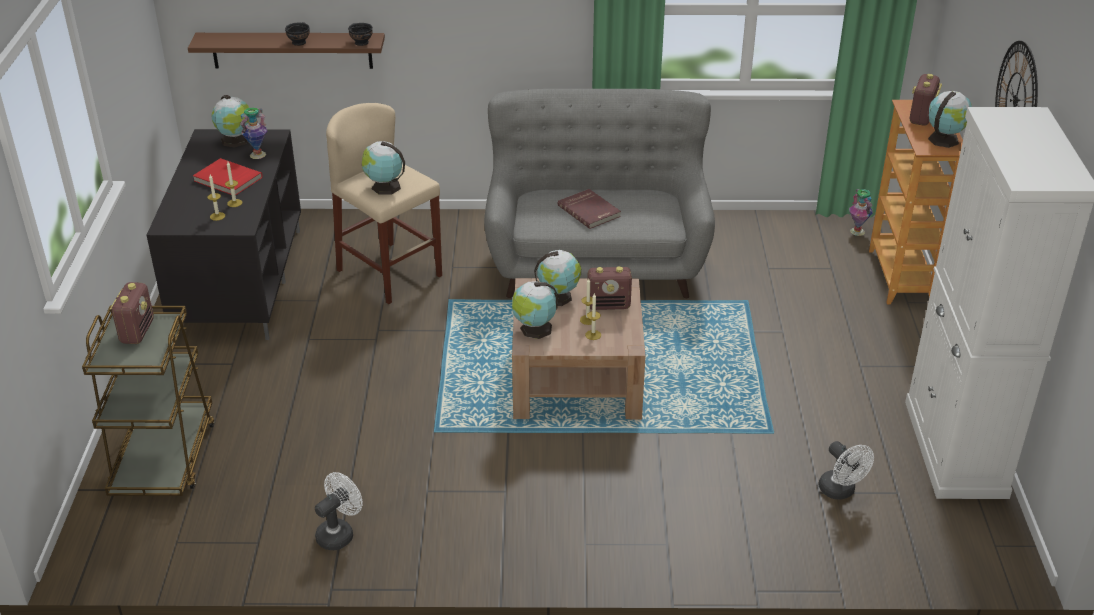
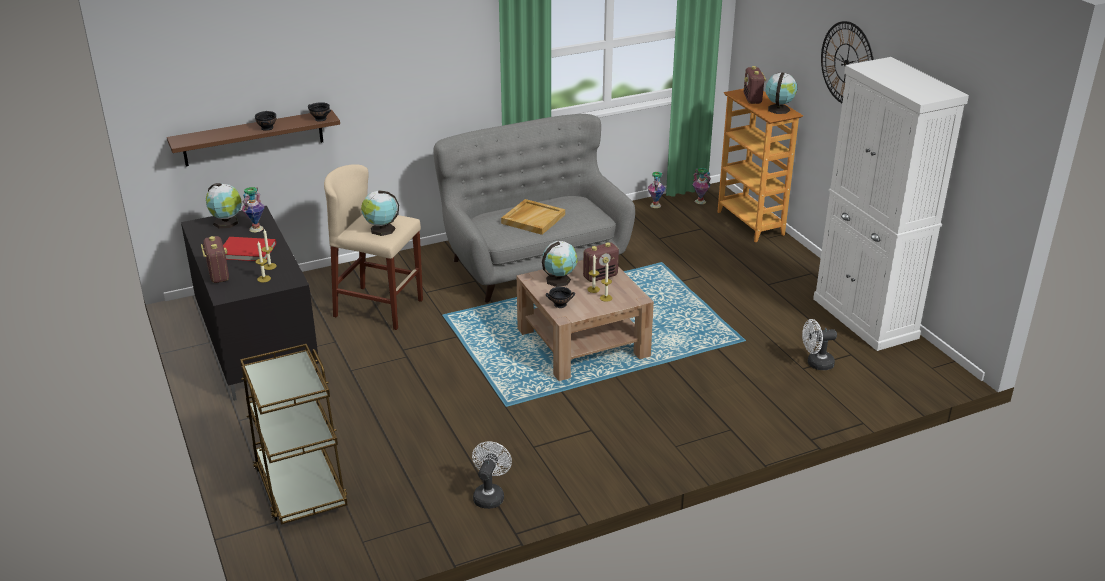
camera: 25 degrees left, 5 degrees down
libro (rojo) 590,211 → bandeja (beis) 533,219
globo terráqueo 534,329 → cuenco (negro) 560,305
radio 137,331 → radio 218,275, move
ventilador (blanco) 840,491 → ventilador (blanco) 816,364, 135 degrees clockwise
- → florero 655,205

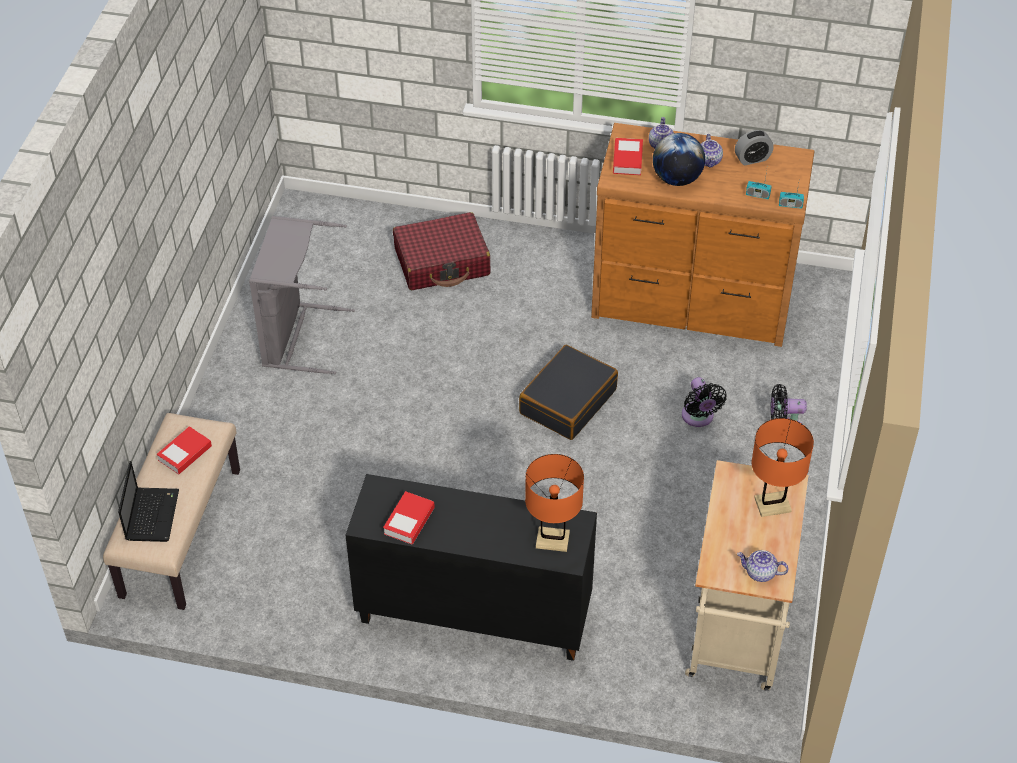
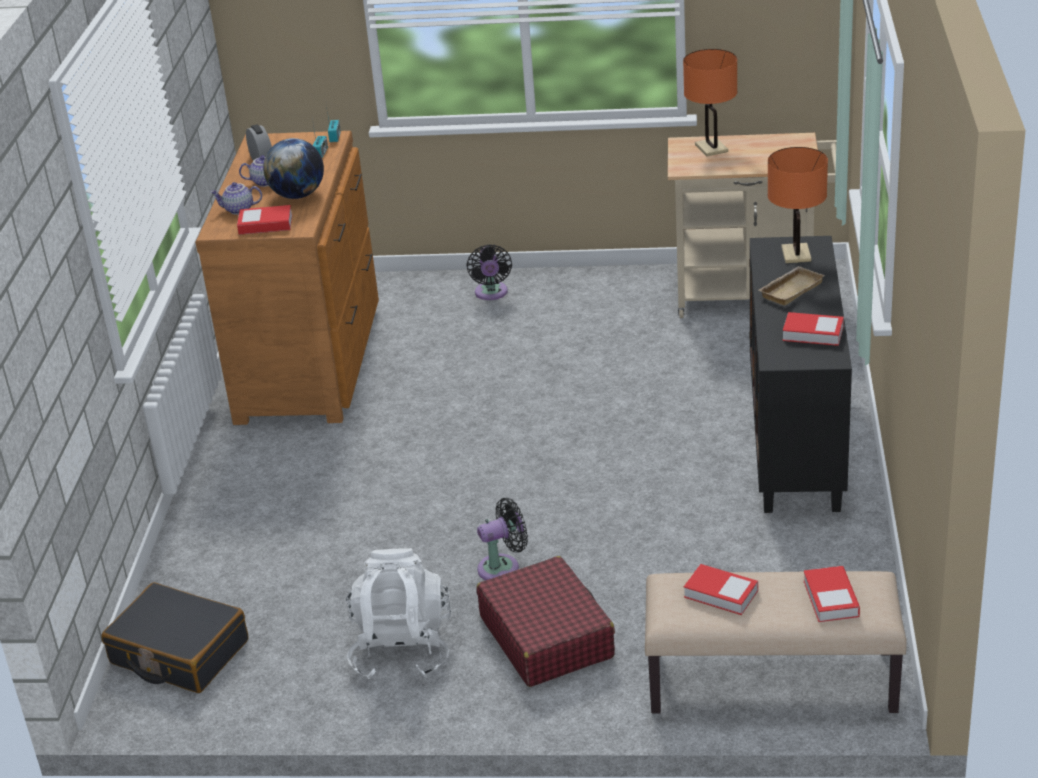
camera: 95 degrees left, 15 degrees down
maleta (rojo) 442,262 → maleta (rojo) 546,636, move
cesto de la ropa (gris) 297,337 → mochila (blanco) 402,649
maleta (negro) 567,401 → maleta (negro) 179,653, move
ventilador (negro) 698,417 → ventilador (negro) 503,567, move
portátil 152,514 → libro 831,599
tetera 760,573 → -
- → bandeja (beis) 790,289

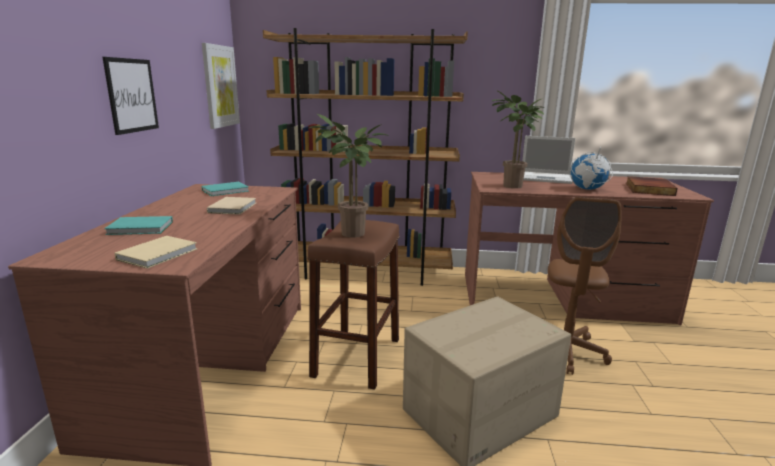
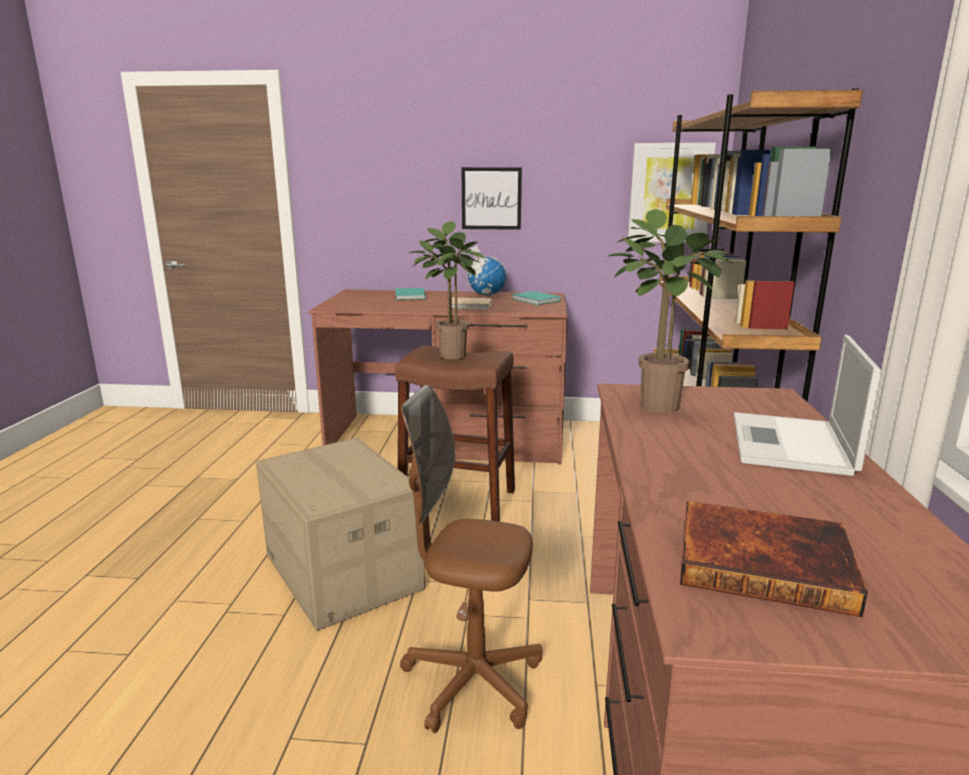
camera: 90 degrees right, 0 degrees up
globo terráqueo 587,189 → globo terráqueo 486,295, move
libro (beis) 160,254 → -

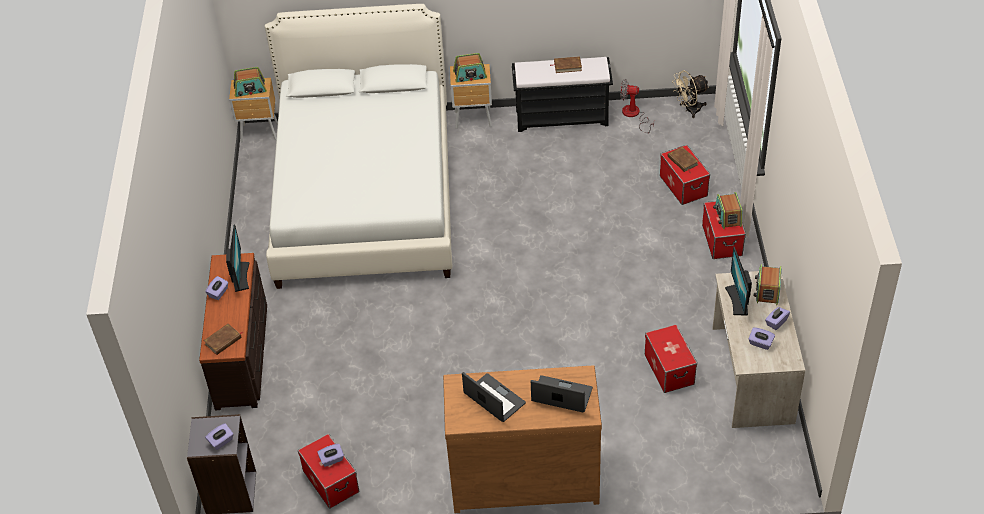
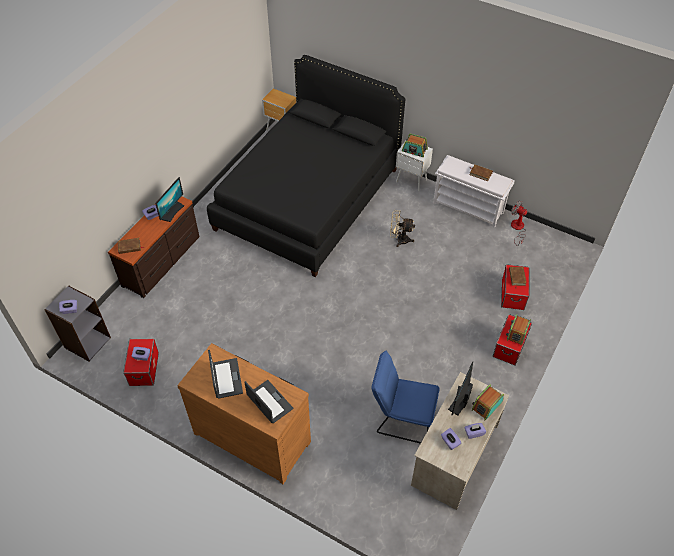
camera: 30 degrees right, 5 degrees up
cama (blanco) 365,196 → cama (negro) 308,198
banco (negro) 562,117 → banco (blanco) 469,207
mesita de noche (marrón) 474,119 → mesita de noche (blanco) 412,182
radio 250,89 → -
ventilador (beis) 689,110 → ventilador (beis) 399,240, move
caja de almacenaje 668,369 → silla (azul) 401,417

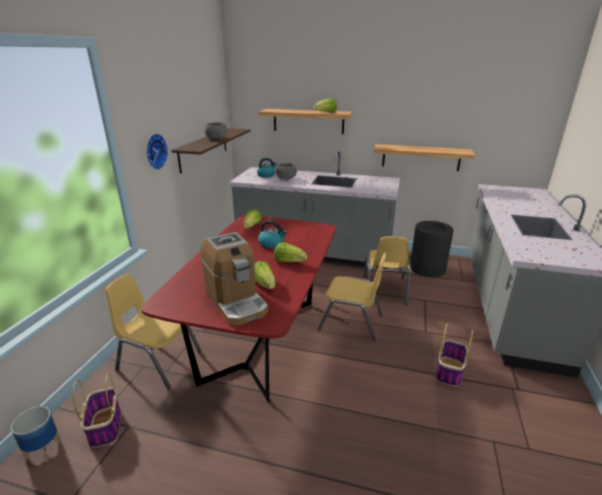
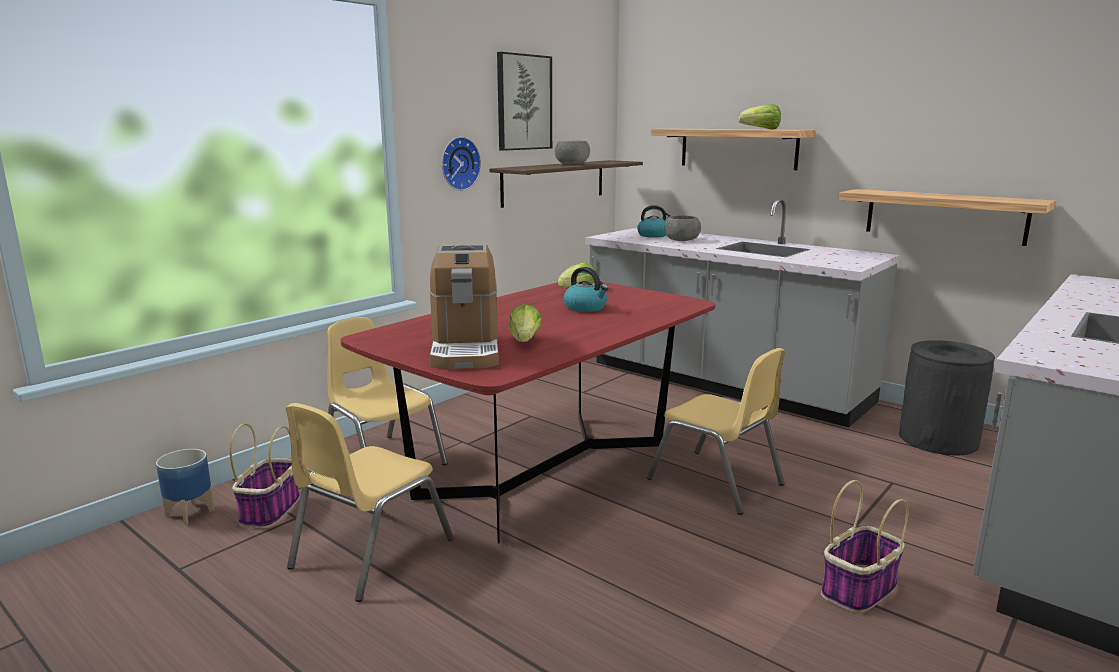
camera: 25 degrees right, 10 degrees down
silla (amarillo) 384,290 → silla (amarillo) 370,553, move
lechuga 288,261 → -
- → cuadro 523,102

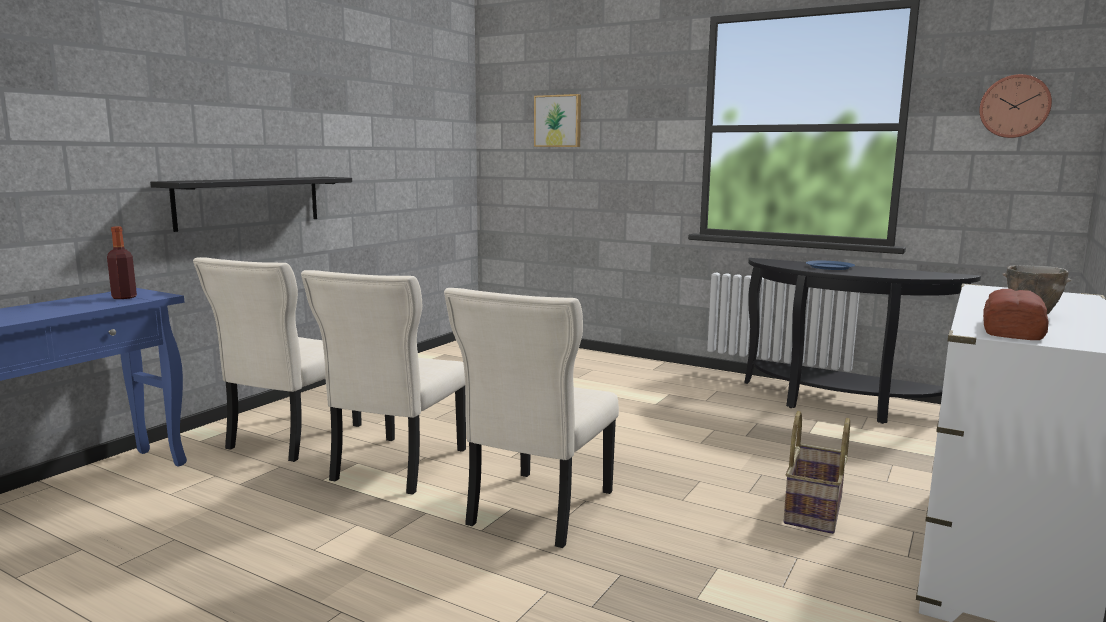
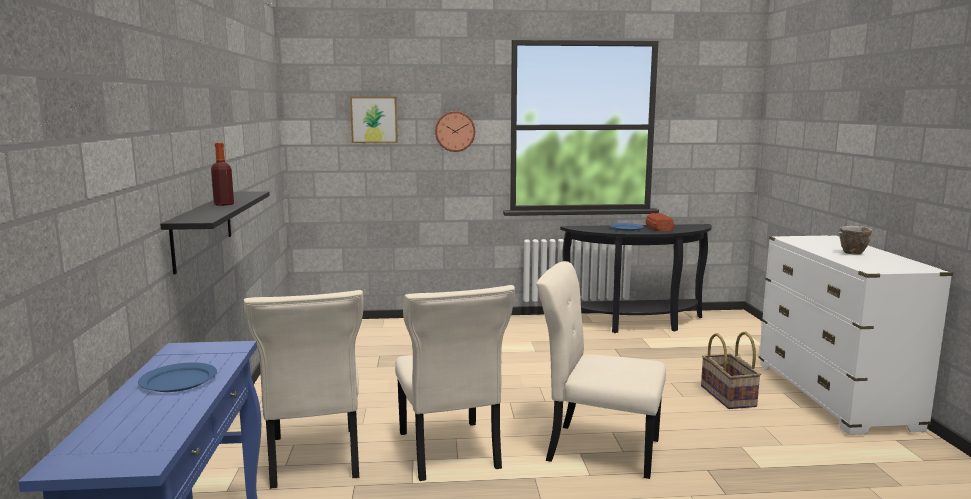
camera: 35 degrees left, 0 degrees up
reloj de pared 1014,106 → reloj de pared 455,131, move
botella 124,297 → botella 224,204, move
silla (beis) 537,510 → silla (beis) 598,449, 120 degrees clockwise
pan 1013,329 → pan 659,228, move
- → plato (azul) 178,380

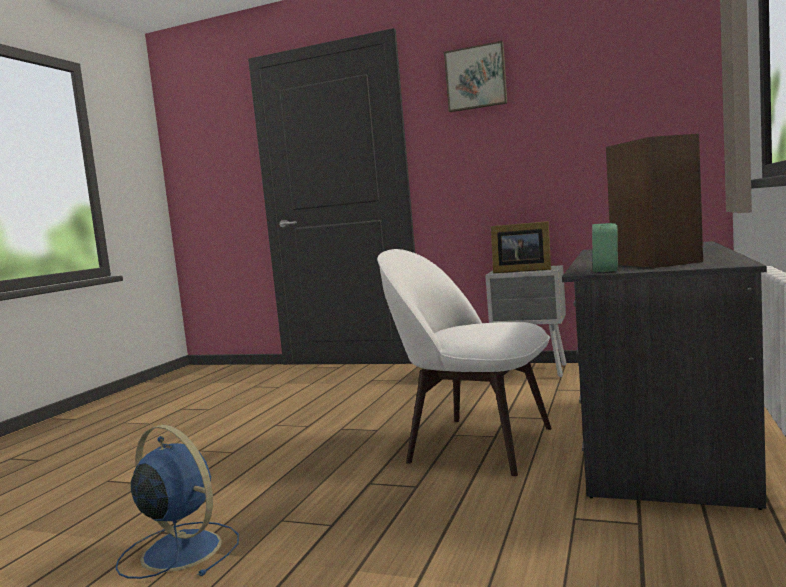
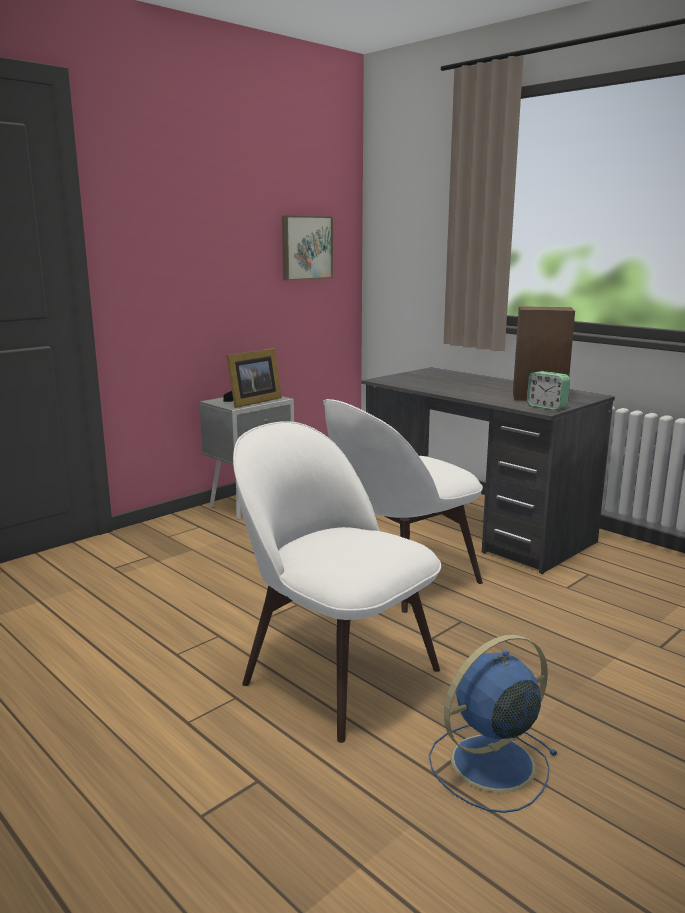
camera: 65 degrees left, 10 degrees up
cuadro 476,78 → cuadro 305,247, move
- → silla (blanco) 336,673

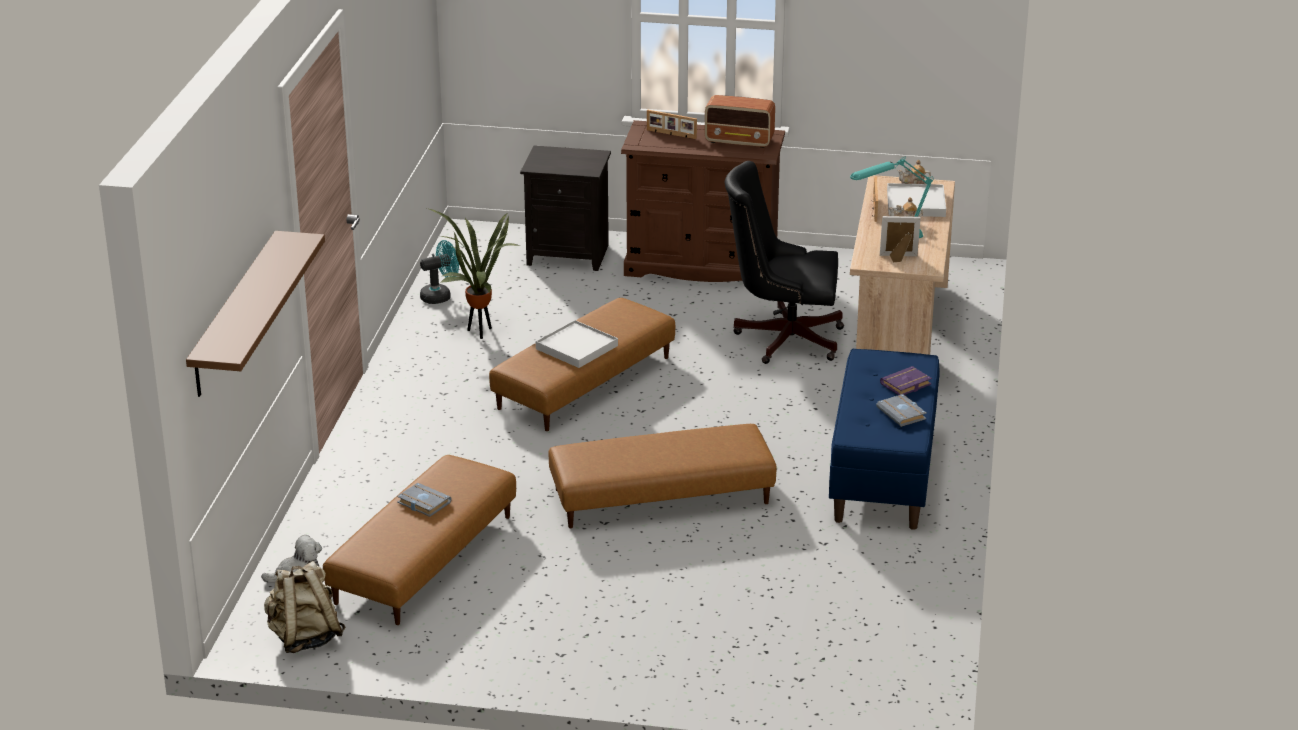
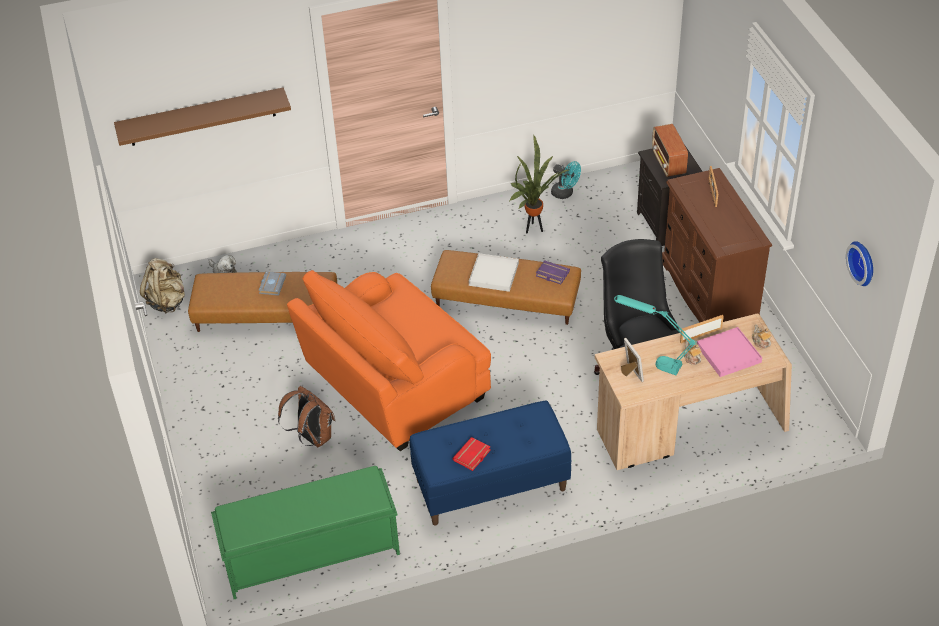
camera: 65 degrees right, 15 degrees up
radio 740,141 → radio 668,163, move
bandeja (blanco) 916,203 → bandeja (rosa) 729,354
libro (morado) 906,385 → libro (morado) 551,274, move
libro (gris) 903,414 → libro (rojo) 472,456
puf (marrón) 661,497 → sillón (naranja) 394,387
- → reloj de pared 863,262
- → mochila (marrón) 312,437
- → banco (verde) 310,554

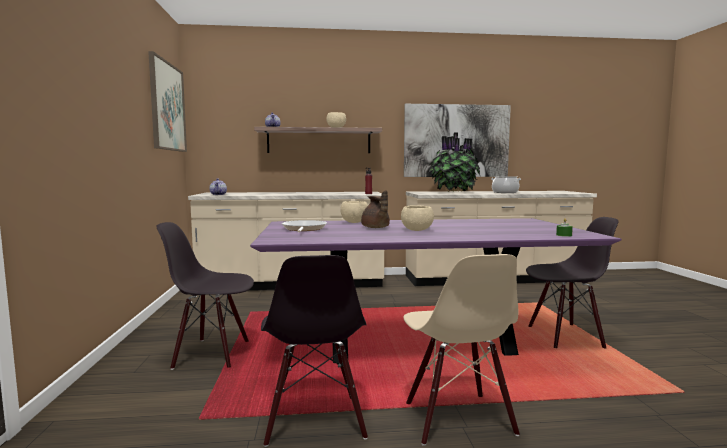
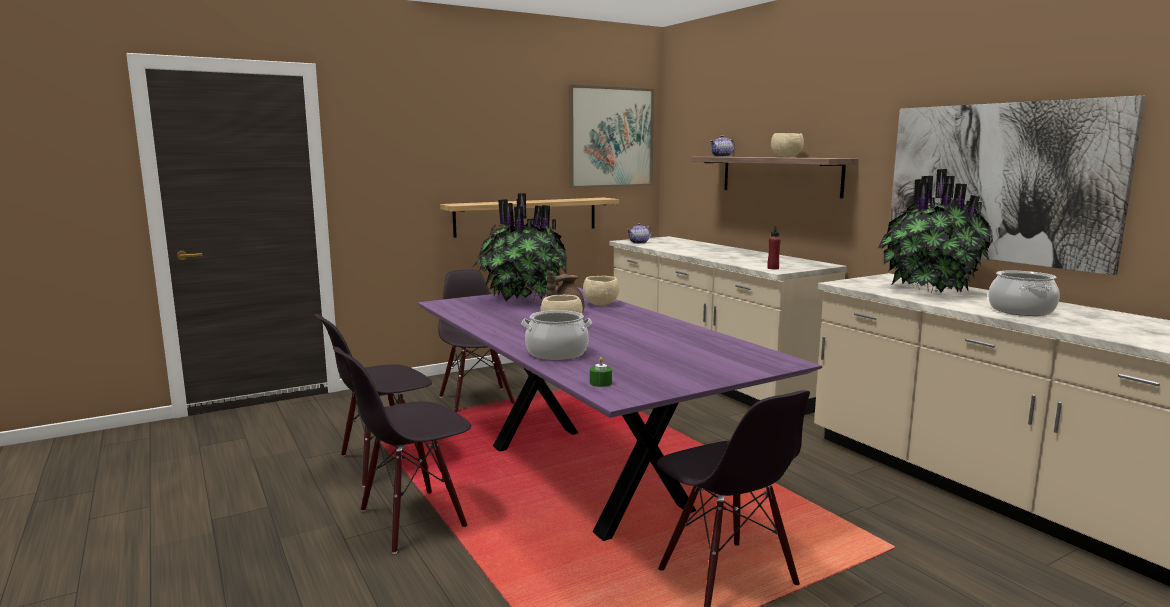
camera: 65 degrees right, 5 degrees up
sartén 303,229 → planta en maceta 522,299
silla (beis) 457,419 → silla (negro) 412,520
- → estante 527,216
- → olla 556,353

